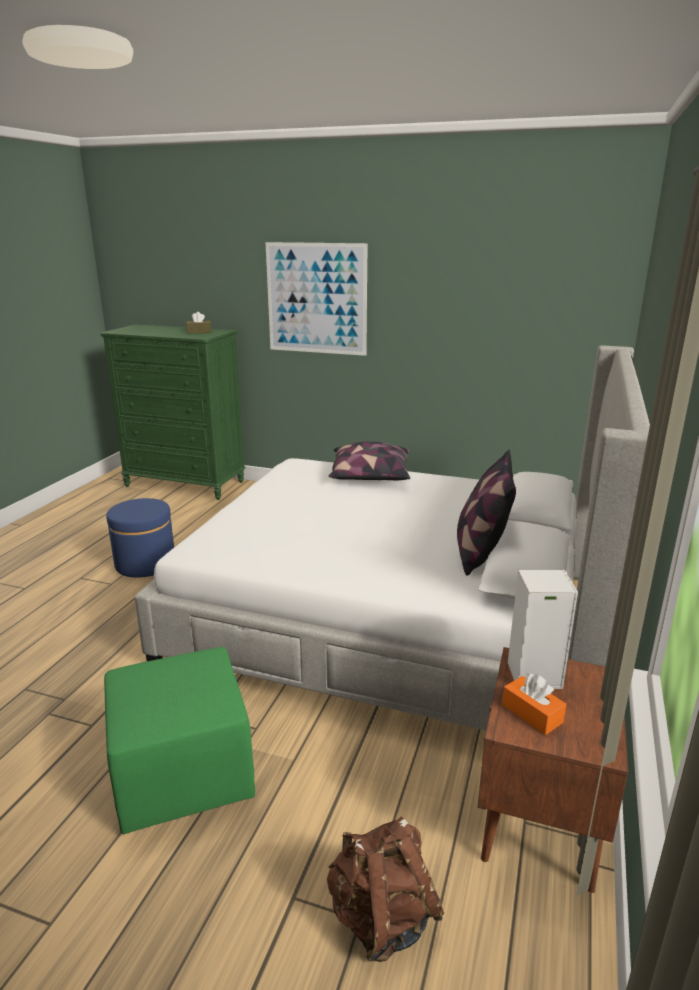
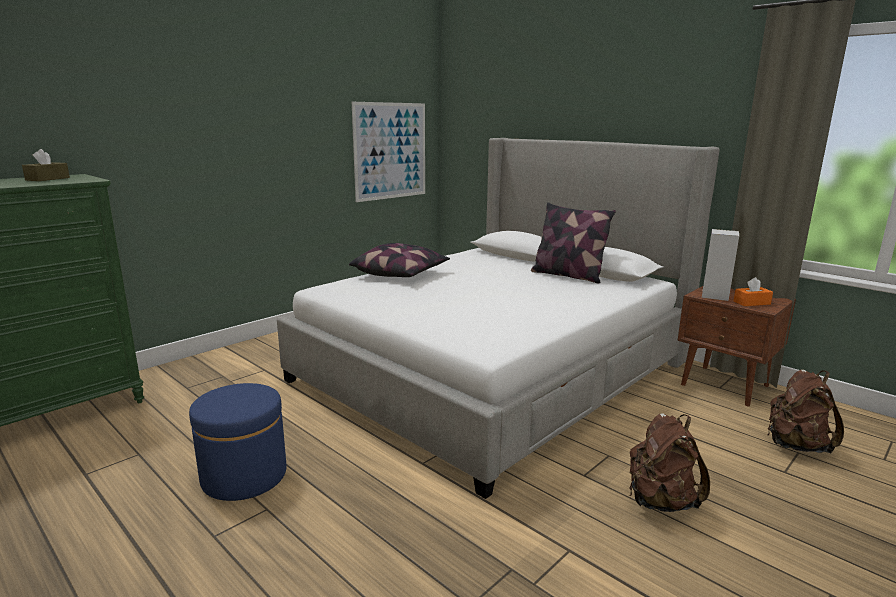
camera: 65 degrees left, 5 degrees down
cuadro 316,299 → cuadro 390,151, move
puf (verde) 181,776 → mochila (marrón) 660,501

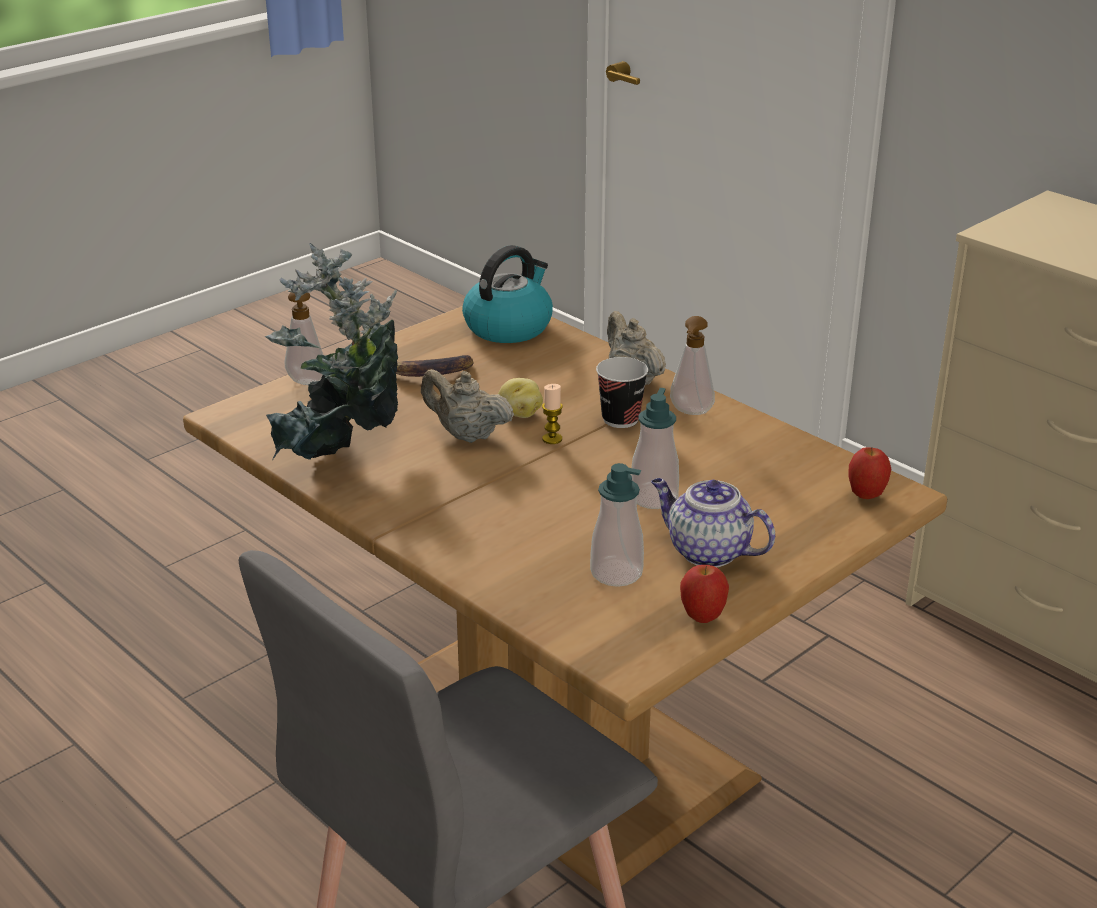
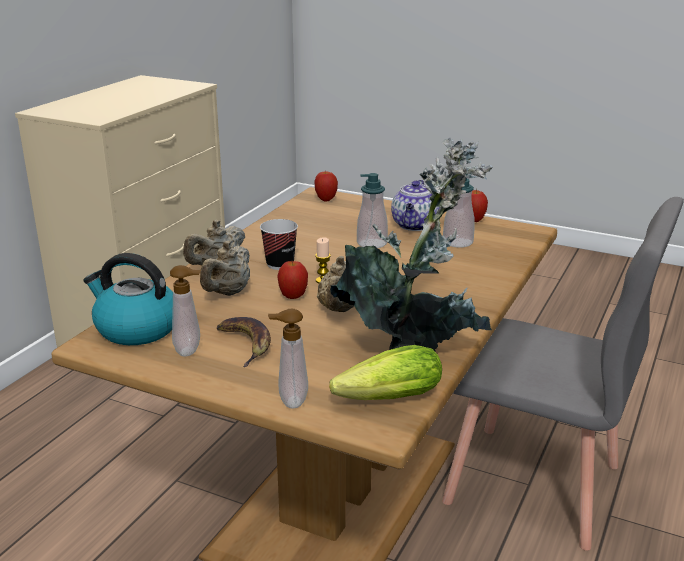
camera: 110 degrees left, 5 degrees down
dispensador de jabón 690,413 → dispensador de jabón 190,351, move
patata 520,413 → manzana 293,297
- → tetera (beis) 228,293
- → lechuga 384,400

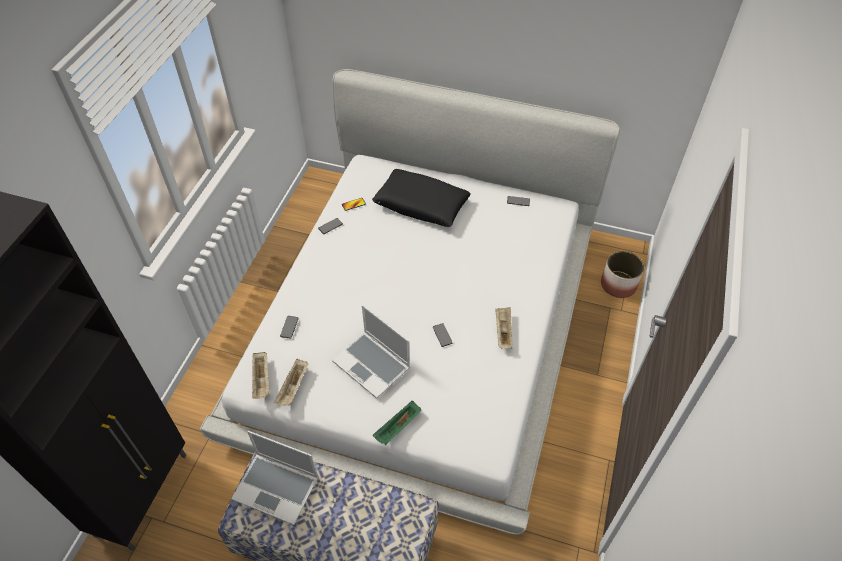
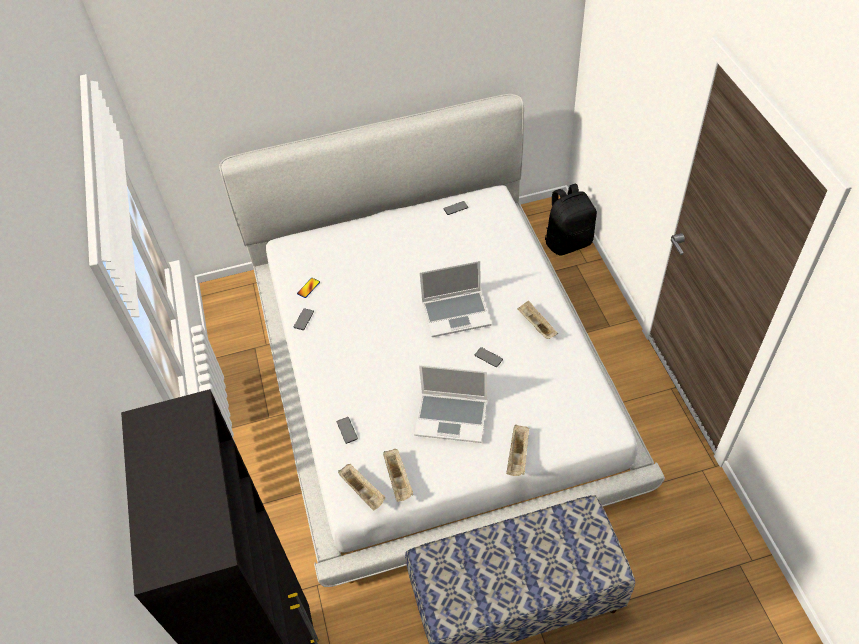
camera: 30 degrees left, 0 degrees up
cojín (negro) 421,205 → -
maceta 618,284 → mochila (negro) 568,242
bandeja (verde) 397,428 → bandeja (beis) 518,456
portátil 277,488 → portátil 457,313, move

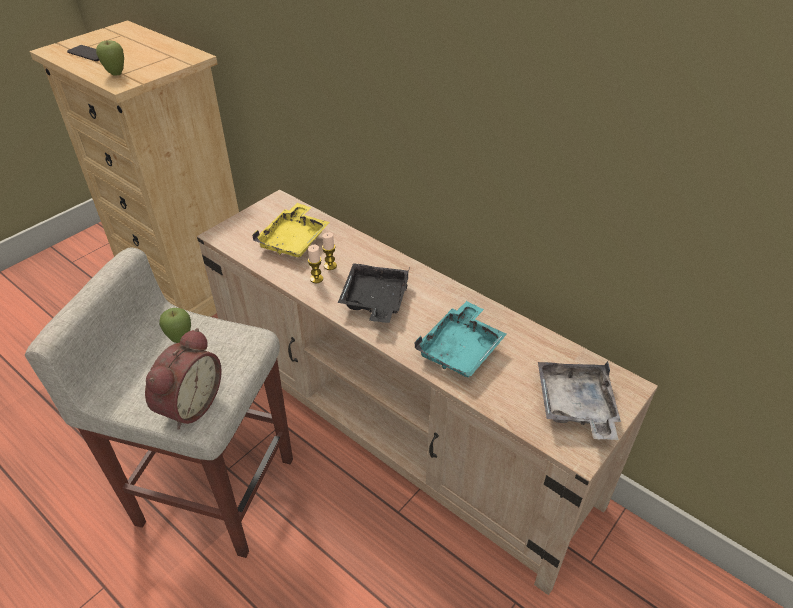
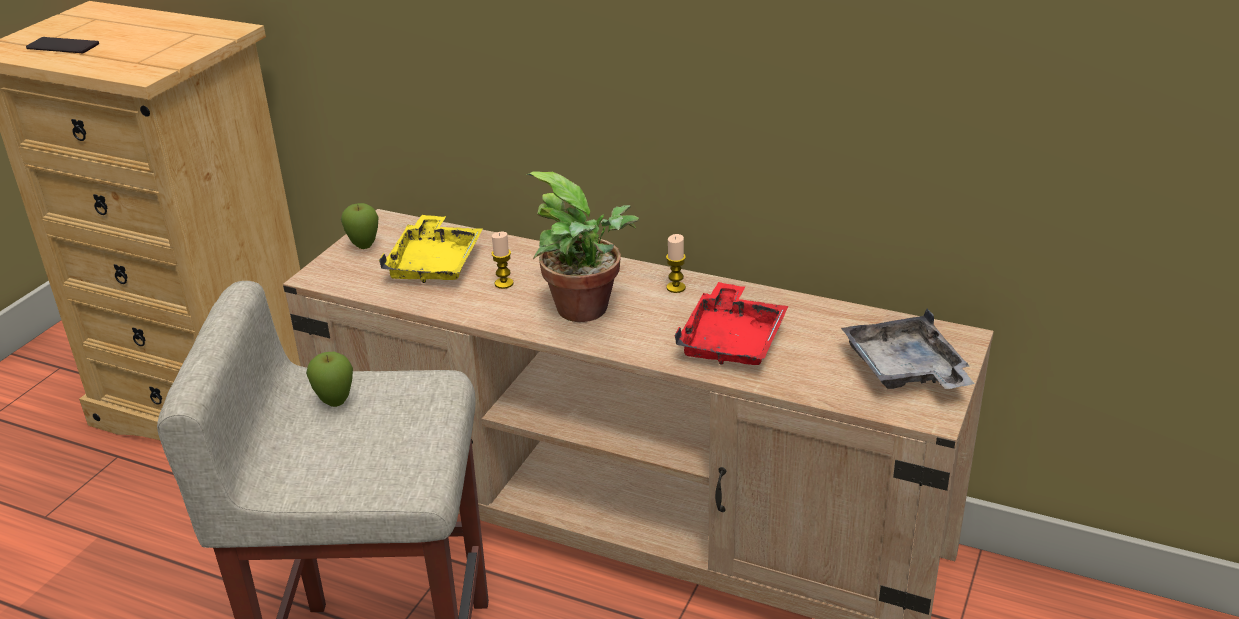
camera: 15 degrees left, 10 degrees down
manzana 116,74 → manzana 364,247, move
vela 316,279 → vela 676,287, move
bandeja (negro) 375,300 → planta en maceta 588,310
bandeja (turquesa) 461,349 → bandeja (rojo) 732,341
despertador 188,404 → -

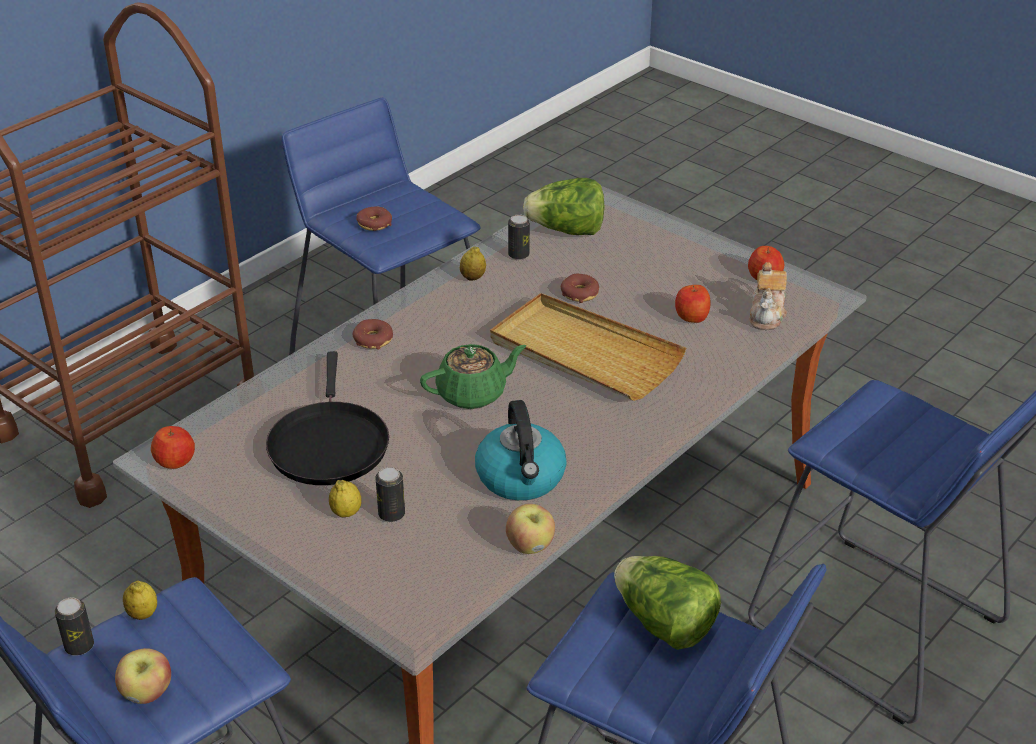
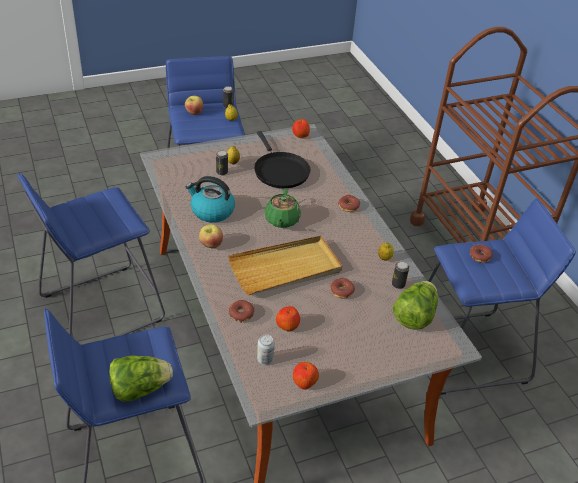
camera: 115 degrees right, 5 degrees up
tetera 767,315 → lata 265,359
sartén (negro) 328,444 → sartén (negro) 279,171, 135 degrees counterclockwise
manzana 530,546 → manzana 211,244, move
lechuga 664,624 → lechuga 139,389, move
- → rosquilla 241,314

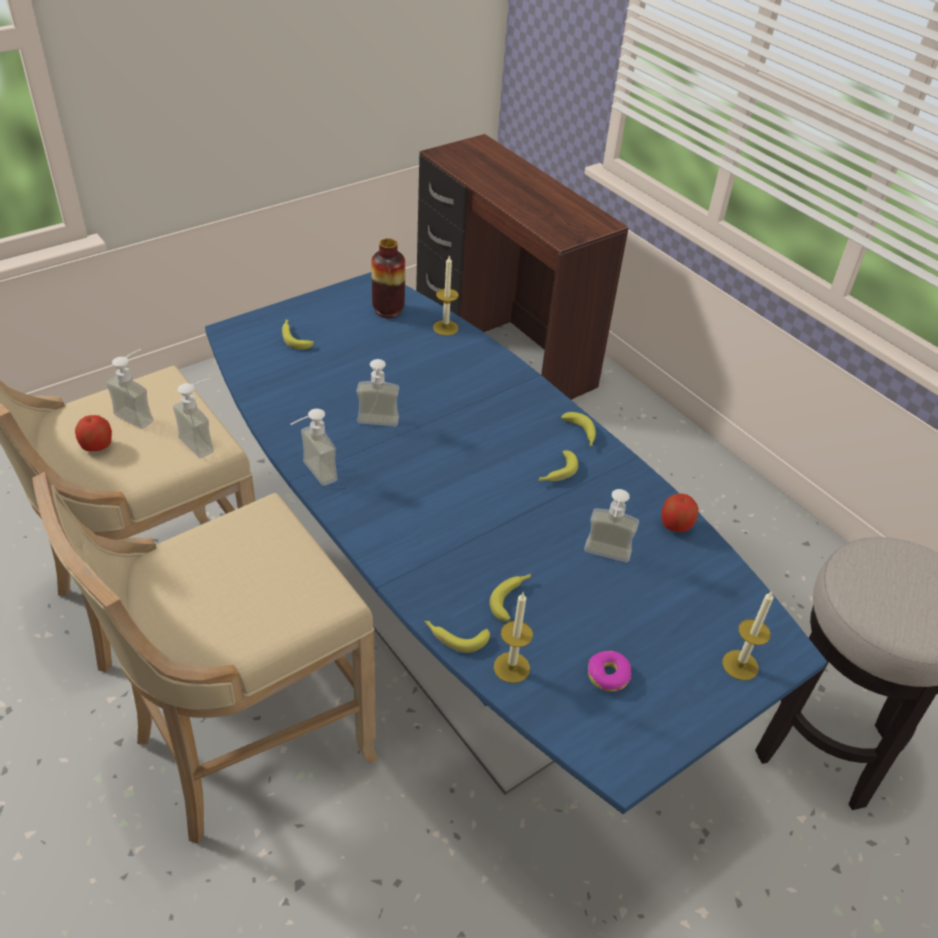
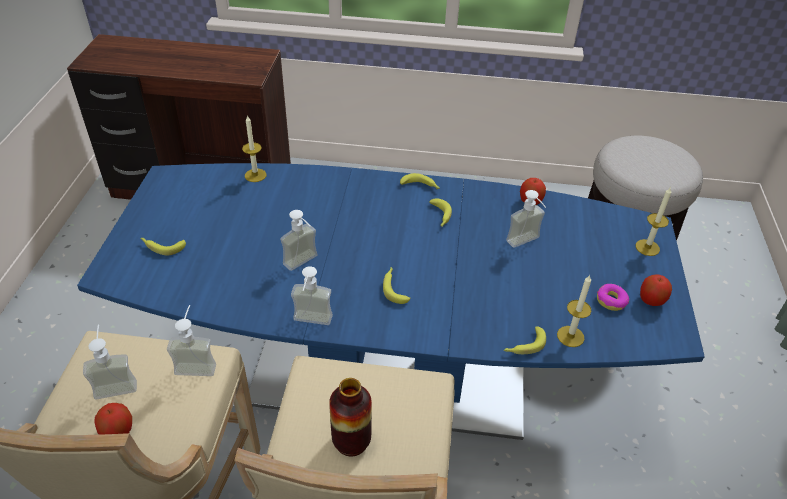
camera: 45 degrees left, 0 degrees up
florero 388,310 → florero 351,442, move
plátano 512,598 → plátano 394,288, move
- → manzana 651,300

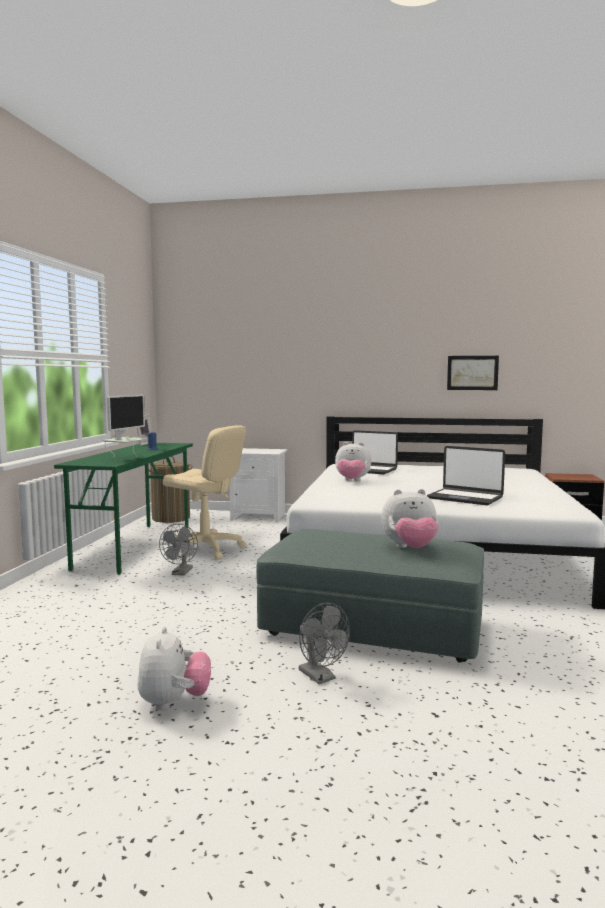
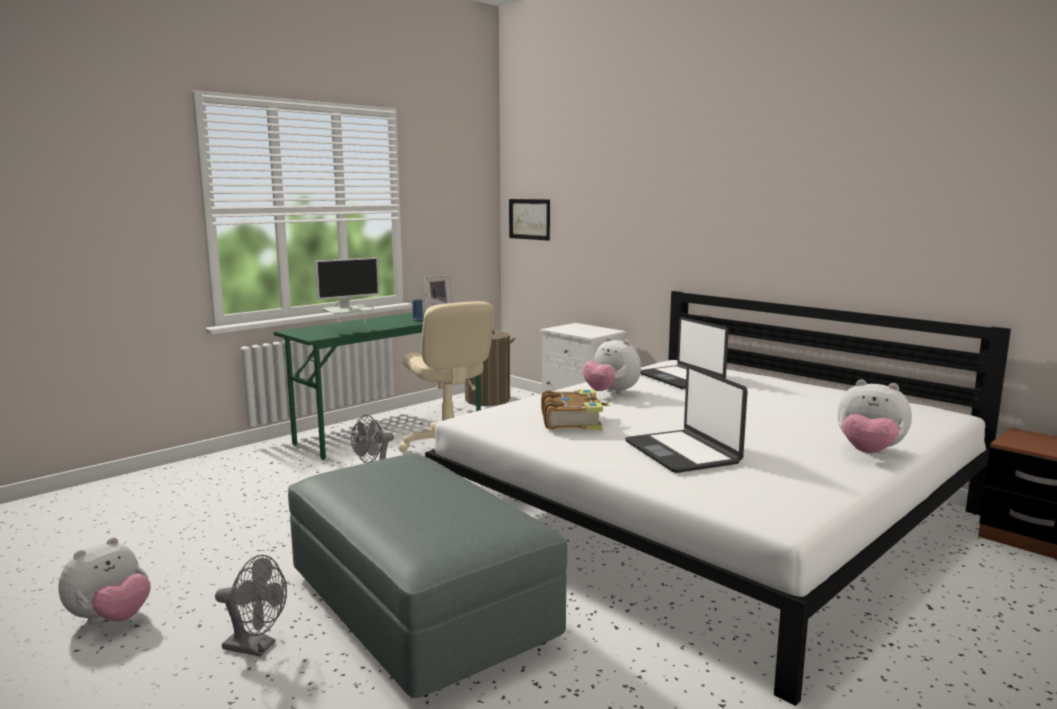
camera: 35 degrees right, 5 degrees up
cuadro 472,372 → cuadro 529,219, move
peluche 410,548 → peluche 869,453, move
ventilador (gris) 321,677 → ventilador (gris) 256,647, 75 degrees counterclockwise
- → libro 572,421

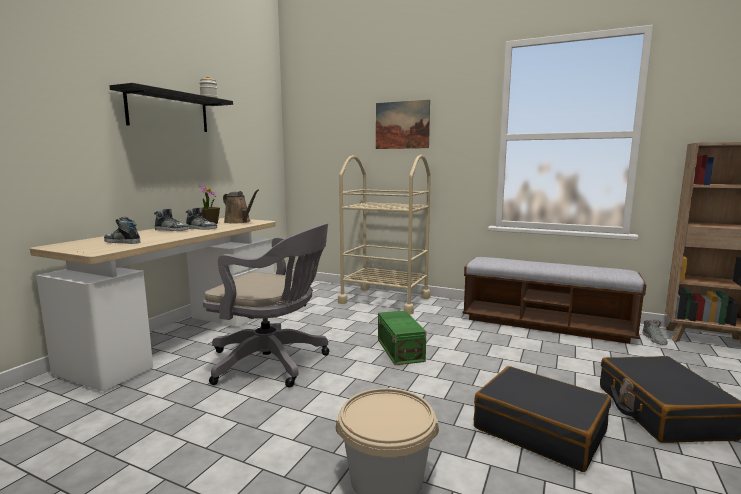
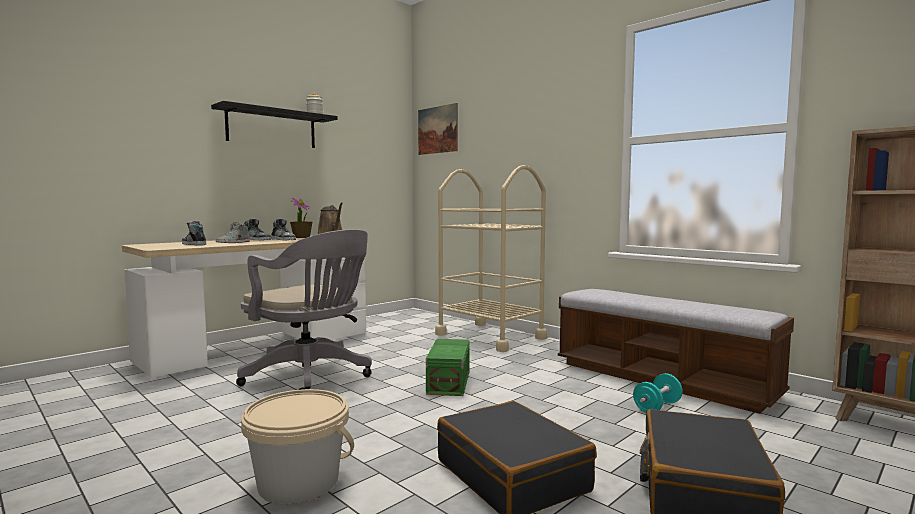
camera: 20 degrees right, 5 degrees down
cuadro 402,125 → cuadro 437,130, move
zapato (gris) 654,339 → zapato (gris) 233,242, move
- → mancuerna (turquesa) 657,407

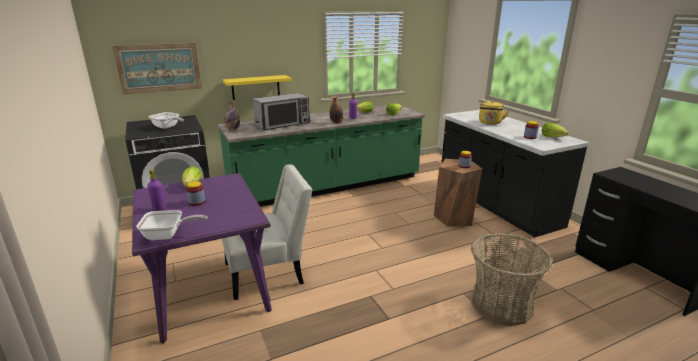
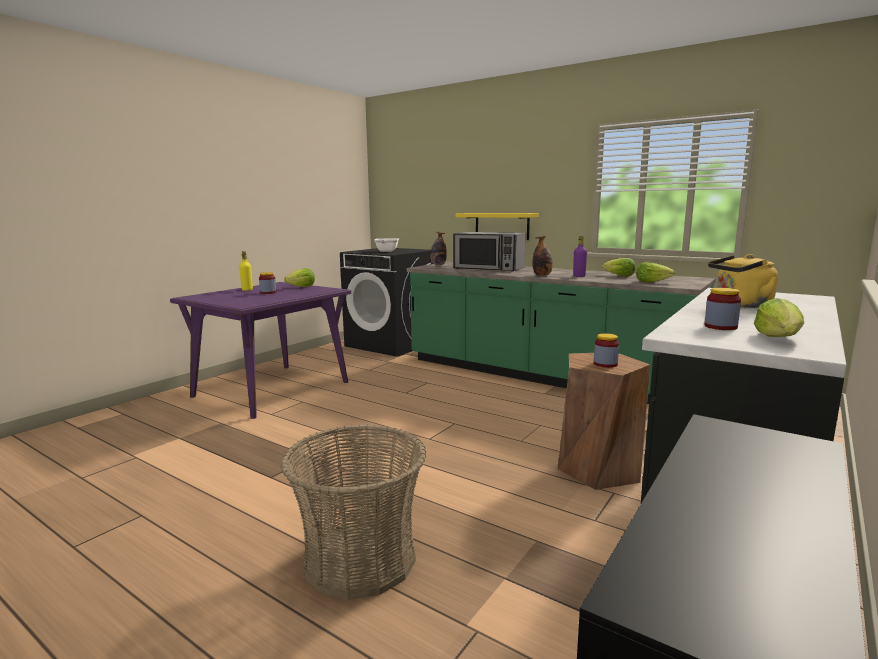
camera: 60 degrees right, 10 degrees down
cuadro 159,68 → -
silla (blanco) 269,272 → -
botella (morado) 159,209 → botella (amarillo) 247,290
sartén 168,235 → -

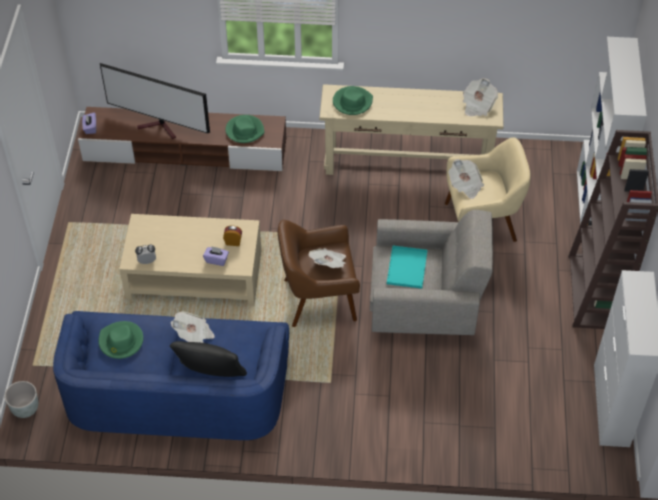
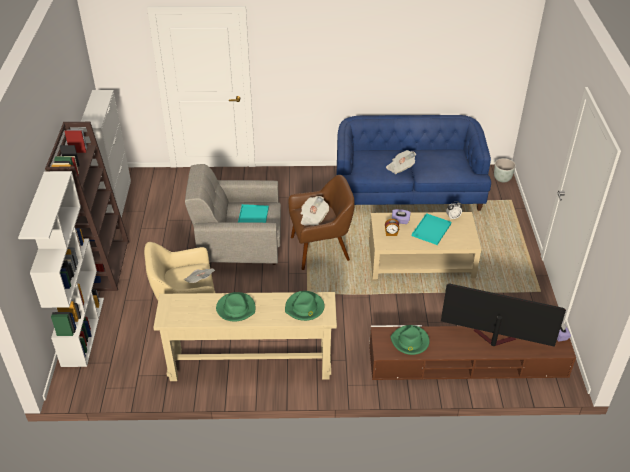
camera: 175 degrees right, 10 degrees down
periódico 477,105 → -
sombrero (verde) 121,341 → sombrero (verde) 236,308, move
cojín (negro) 210,377 → -
- → bandeja (turquesa) 431,229

